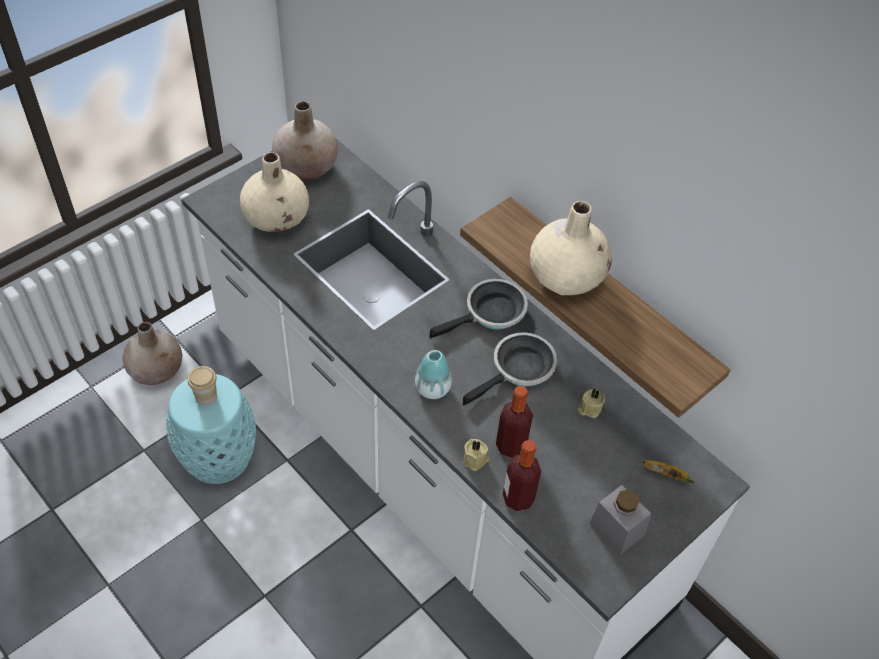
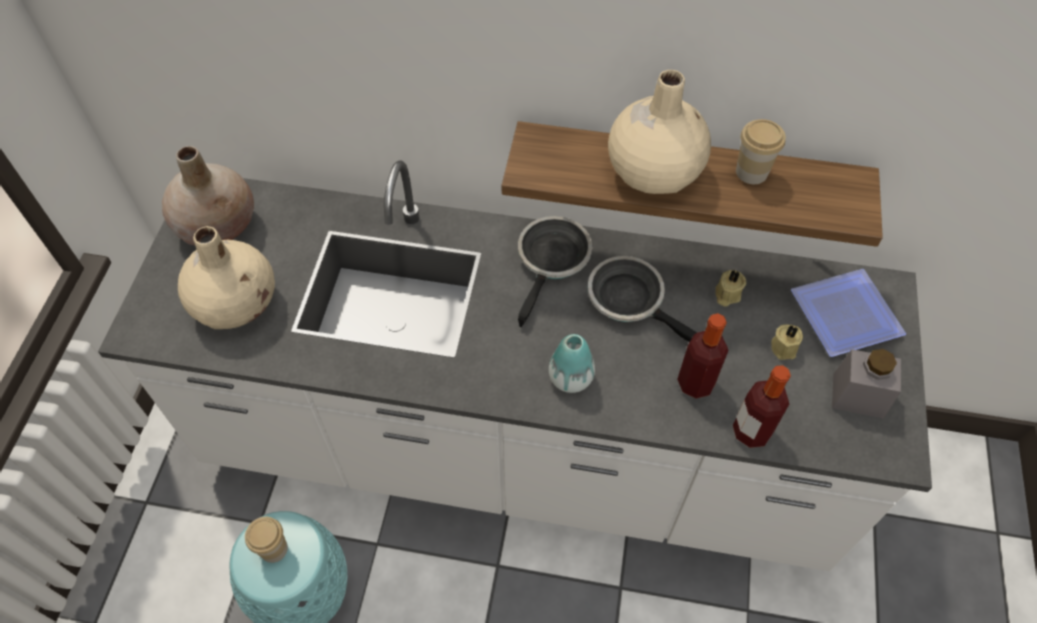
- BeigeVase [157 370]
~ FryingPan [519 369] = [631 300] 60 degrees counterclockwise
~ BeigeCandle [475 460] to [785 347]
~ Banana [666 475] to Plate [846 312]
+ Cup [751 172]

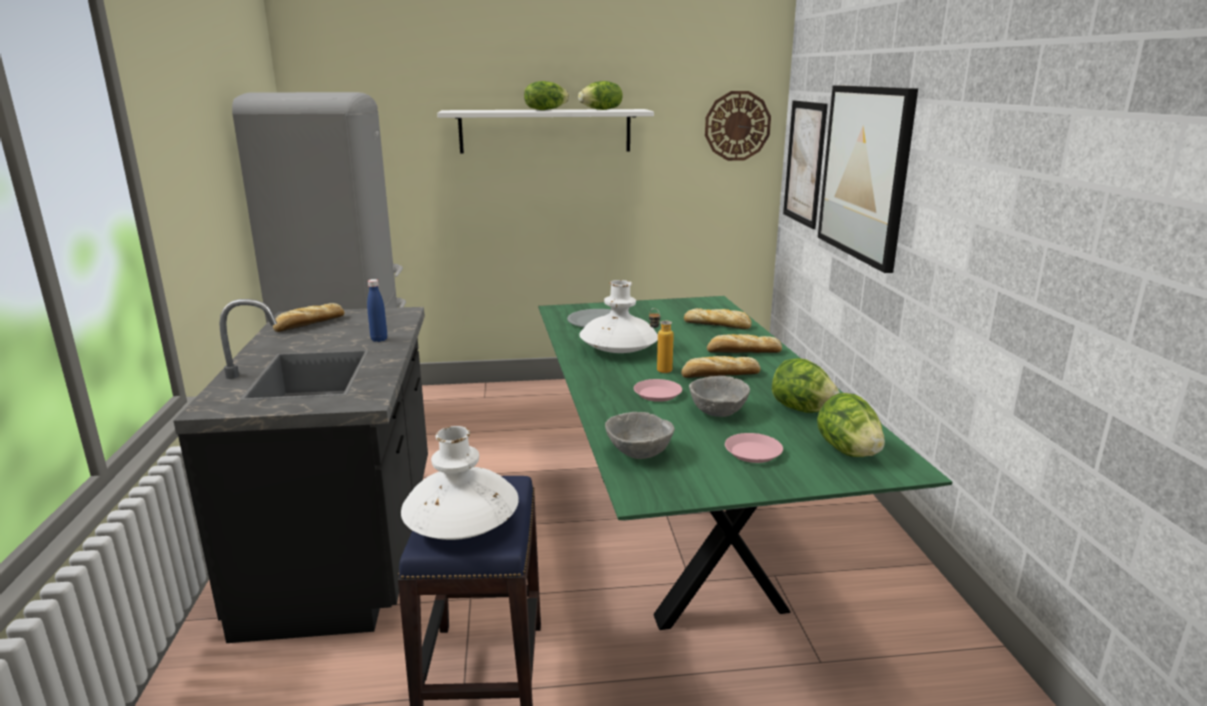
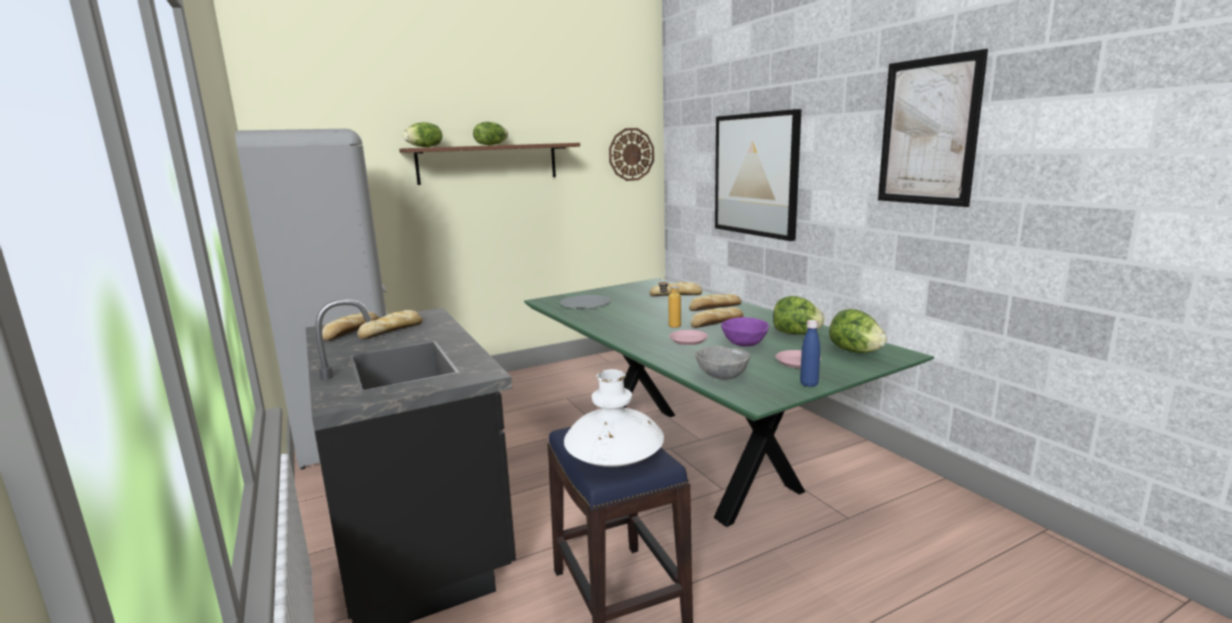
~ BlueBottle [379 339] to [809 384]
~ WhiteShelf [545 131] to BrownShelf [488 163]
~ Lettuce [601 110] to [425 147]
- WhiteVase [618 350]
~ GreyBowl [718 412] to PurpleBowl [744 344]
~ Picture [805 163] to [928 132]
+ Bread [392 330]

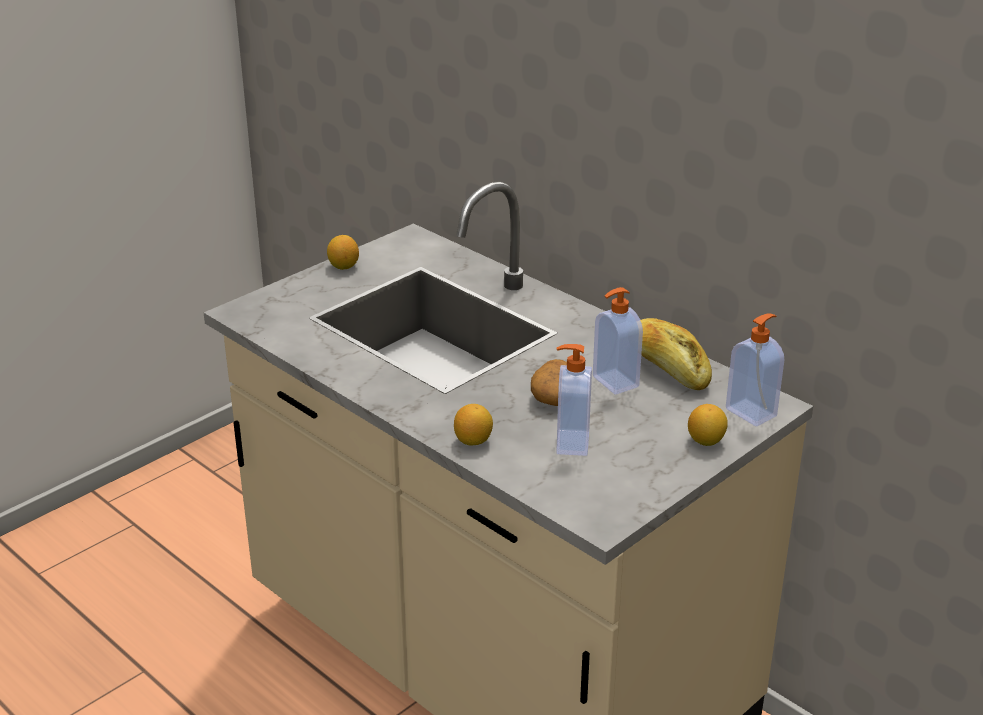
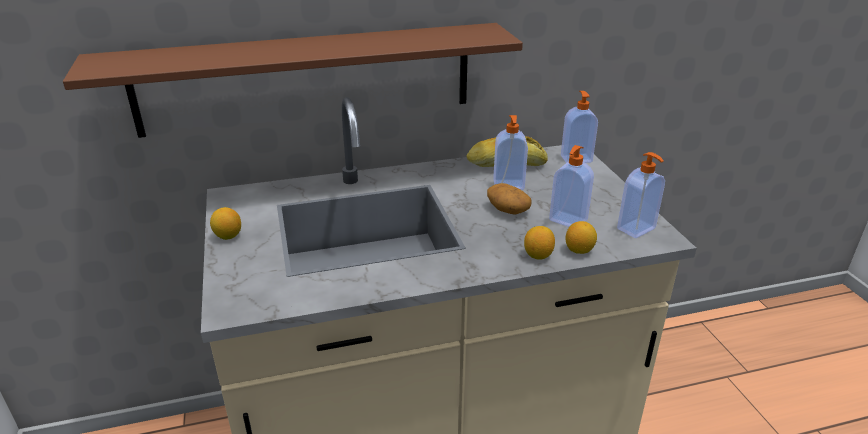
~ Lemon [706 441] to [579 250]
+ BrownShelf [307 79]
+ SoapDispenser [637 229]

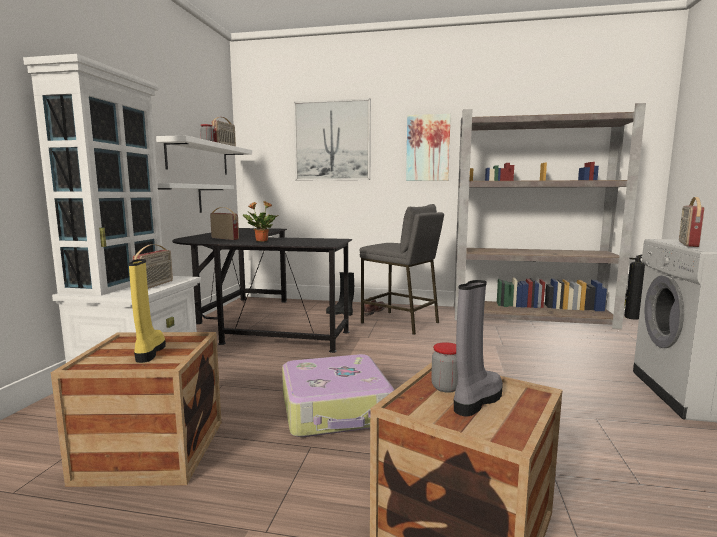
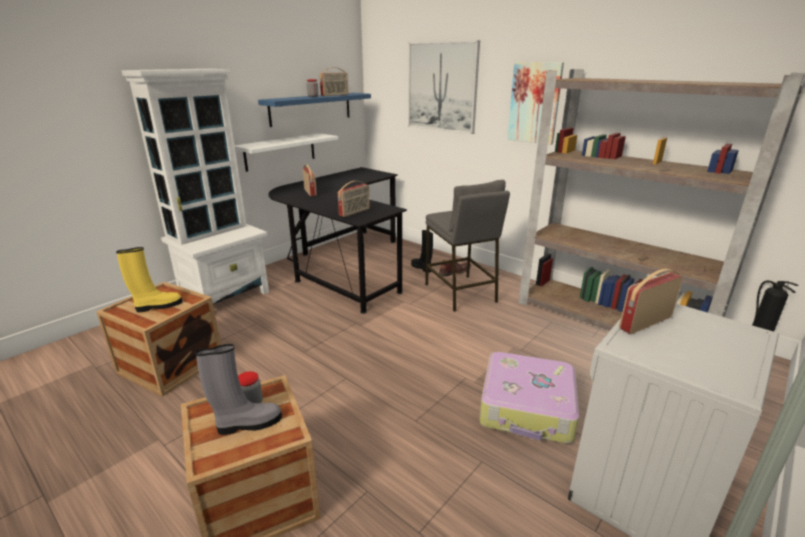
~ YellowBoot [149 352] = [158 306] 45 degrees clockwise
~ Radio [155 285] to [355 212]
~ WhiteShelf [198 158] to BlueShelf [311 109]
- PottedPlant [261 241]
~ Suitcase [336 409] to [527 408]

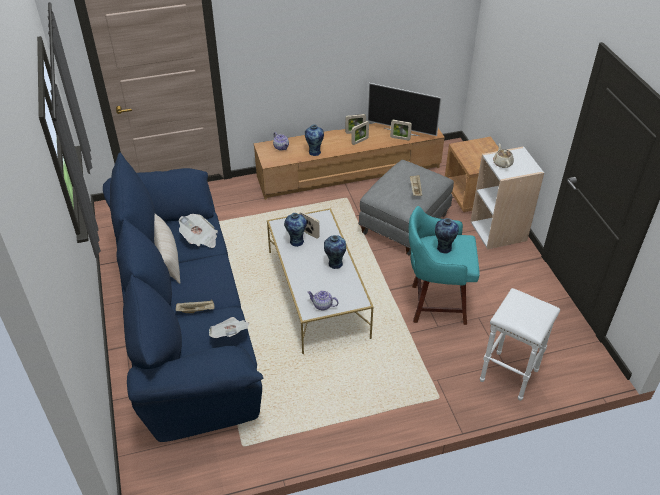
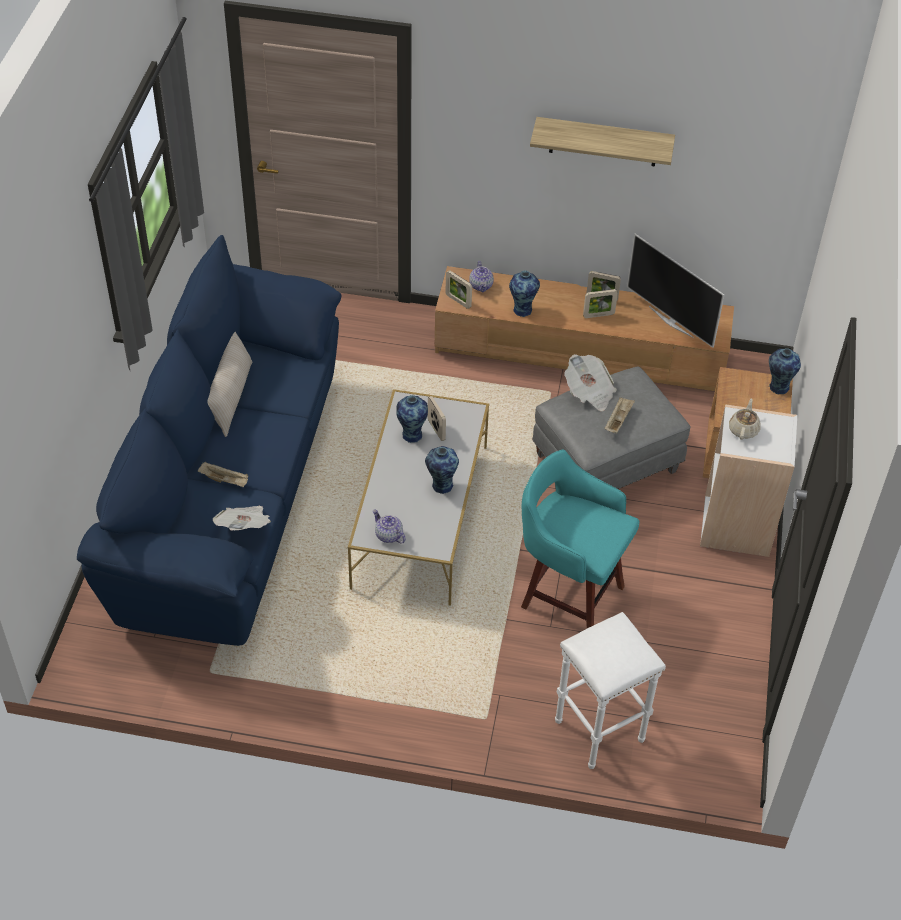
~ Newspaper [200 239] to [589 392]
~ PictureFrame [400 138] to [458 301]
~ Vase [443 248] to [778 387]
+ Shelf [603 142]

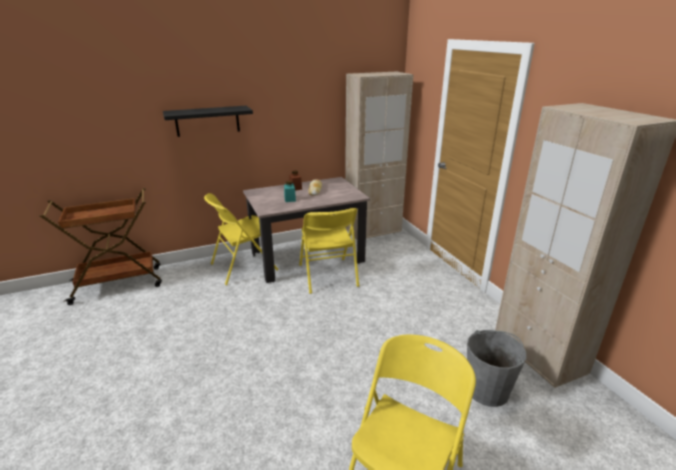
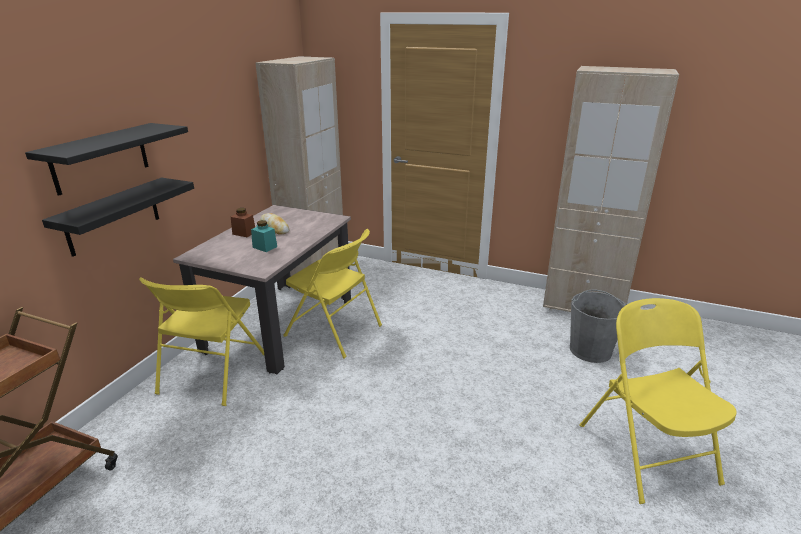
+ BlackShelf [113 216]

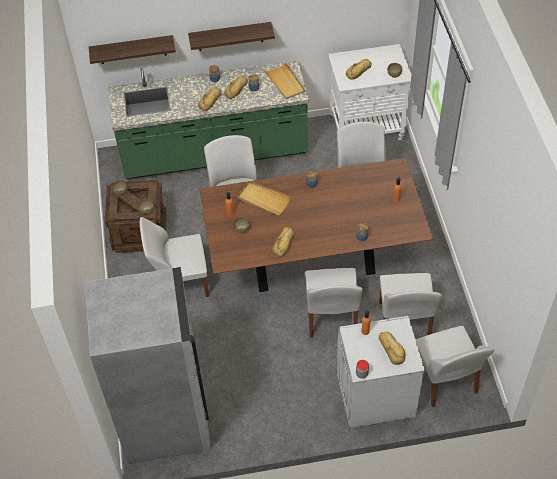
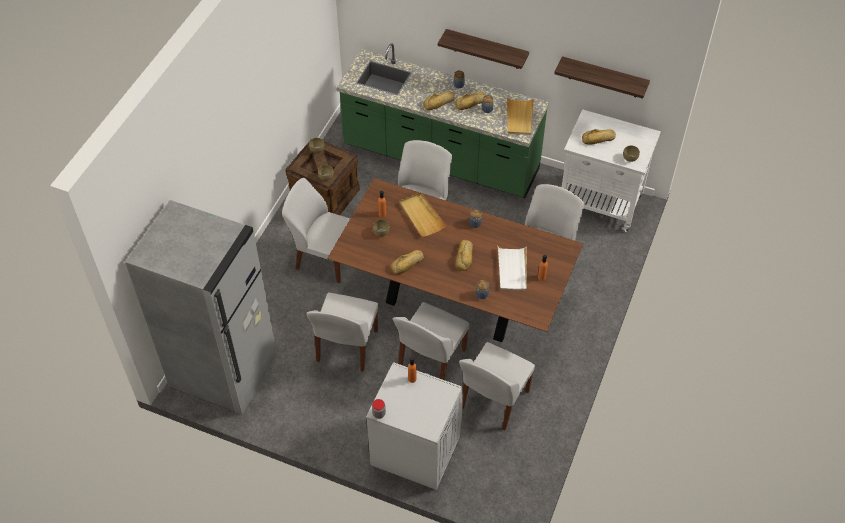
~ Shelf [132 49] to [603 77]
~ Bread [392 349] to [465 257]
~ WhiteChair [445 380] to [346 347]
+ WhiteTray [512 270]

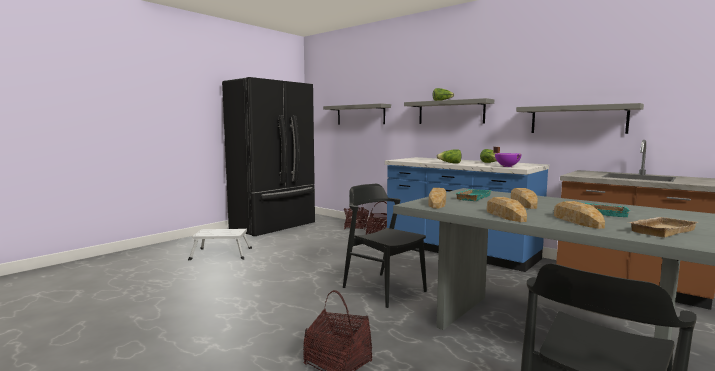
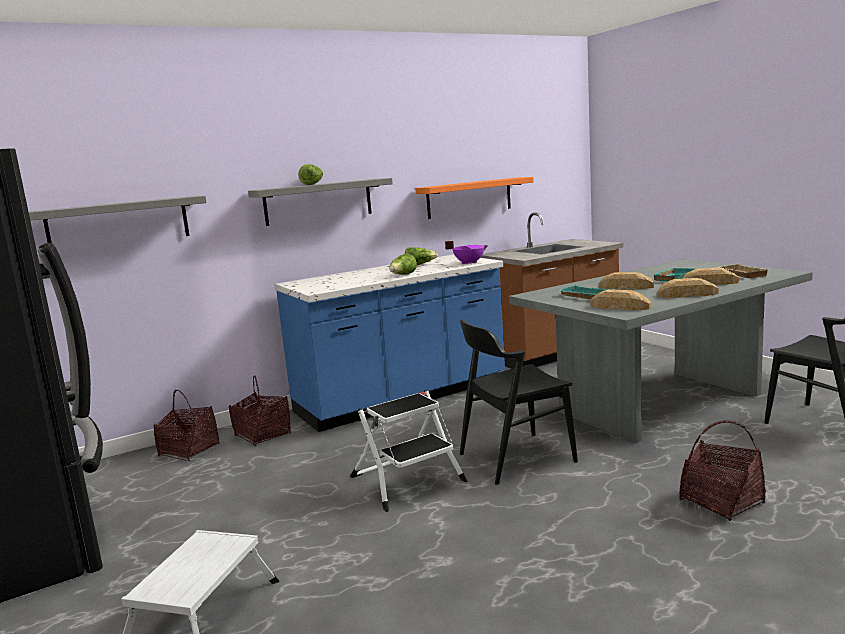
~ GreyShelf [577 119] to OrangeShelf [469 198]
+ StepLadder [406 480]

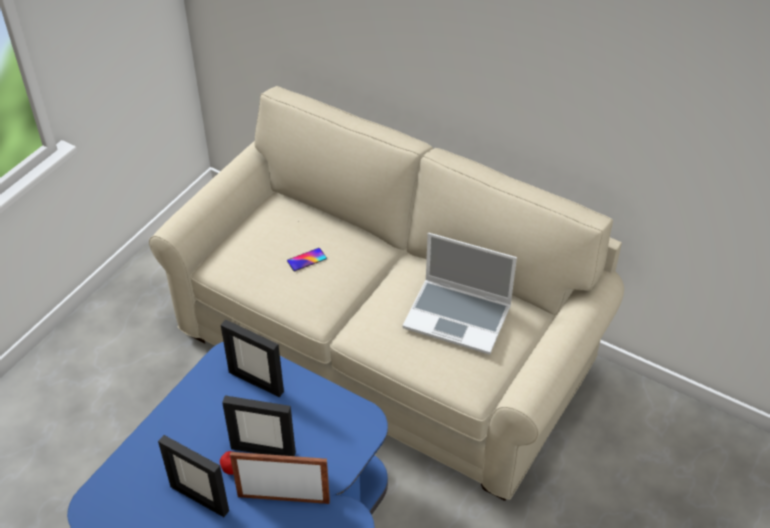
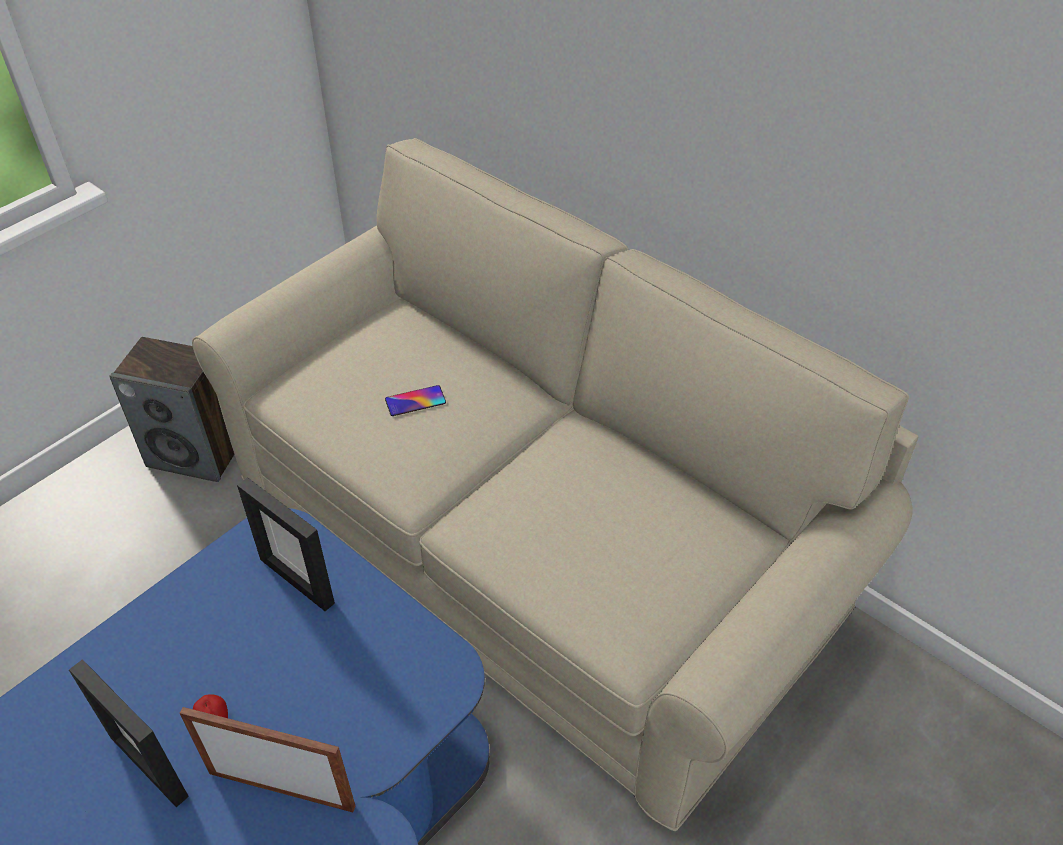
- PictureFrame [263 449]
- Laptop [459 317]
+ Speaker [196 453]

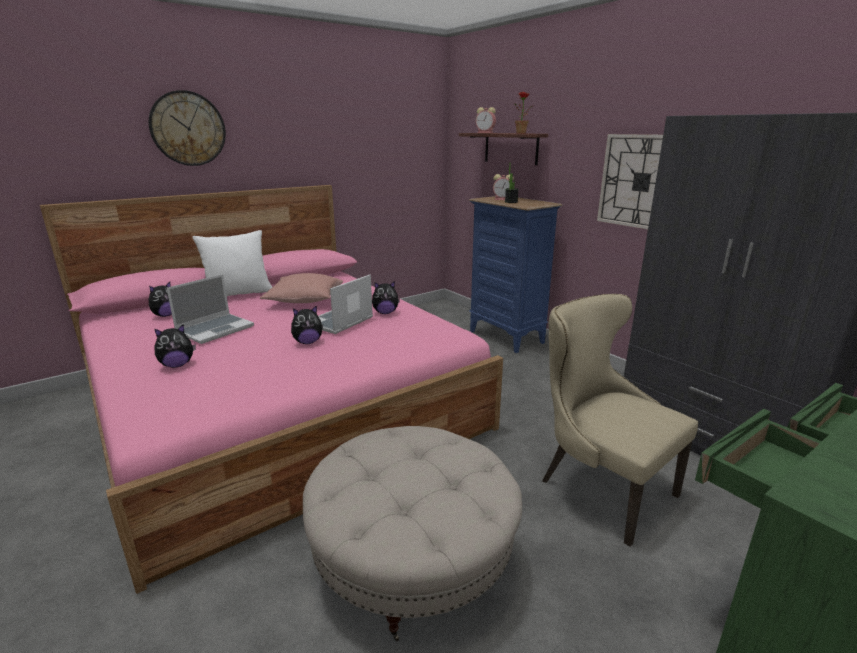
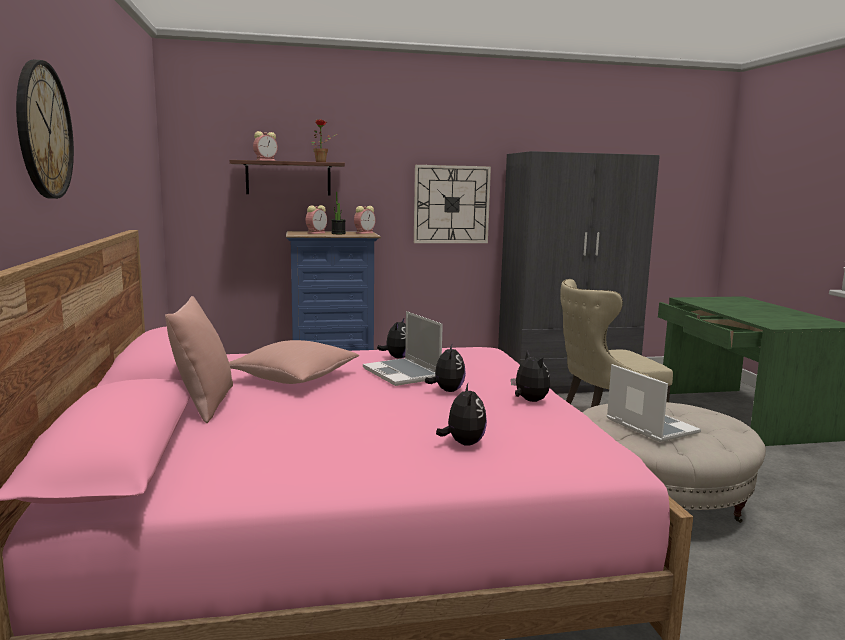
~ PlushToy [165 315] to [529 401]
~ Laptop [215 329] to [649 426]
~ WhitePillow [239 295] to PinkPillow [203 404]
+ AlarmClock [365 233]

